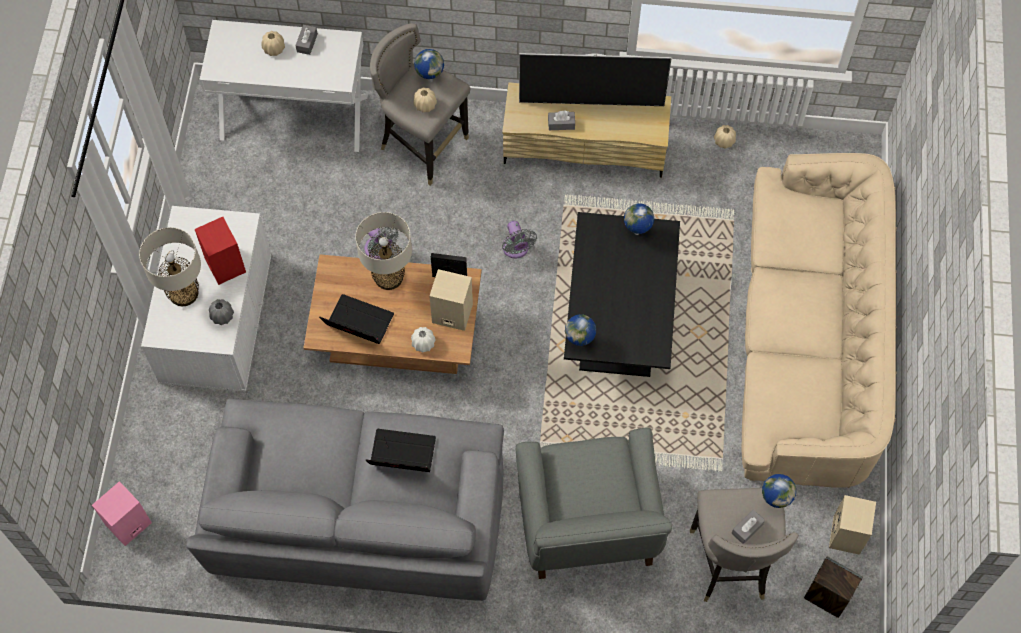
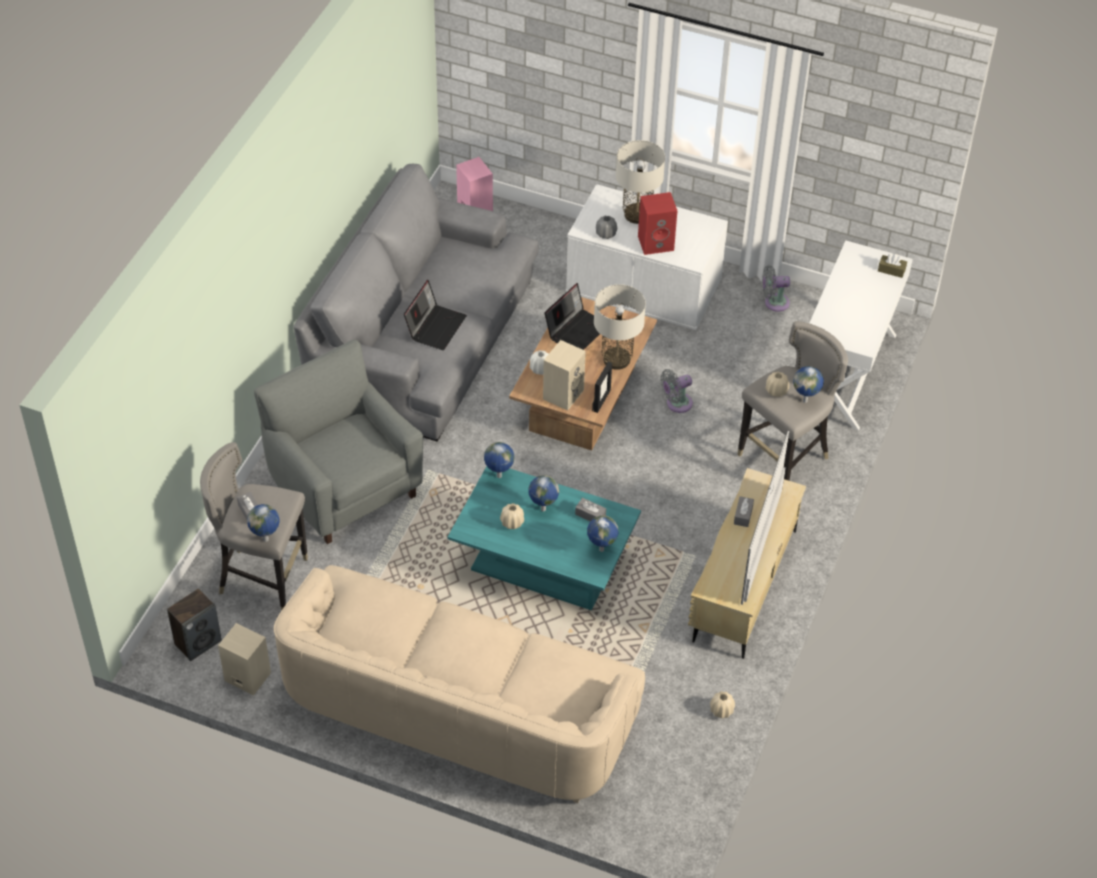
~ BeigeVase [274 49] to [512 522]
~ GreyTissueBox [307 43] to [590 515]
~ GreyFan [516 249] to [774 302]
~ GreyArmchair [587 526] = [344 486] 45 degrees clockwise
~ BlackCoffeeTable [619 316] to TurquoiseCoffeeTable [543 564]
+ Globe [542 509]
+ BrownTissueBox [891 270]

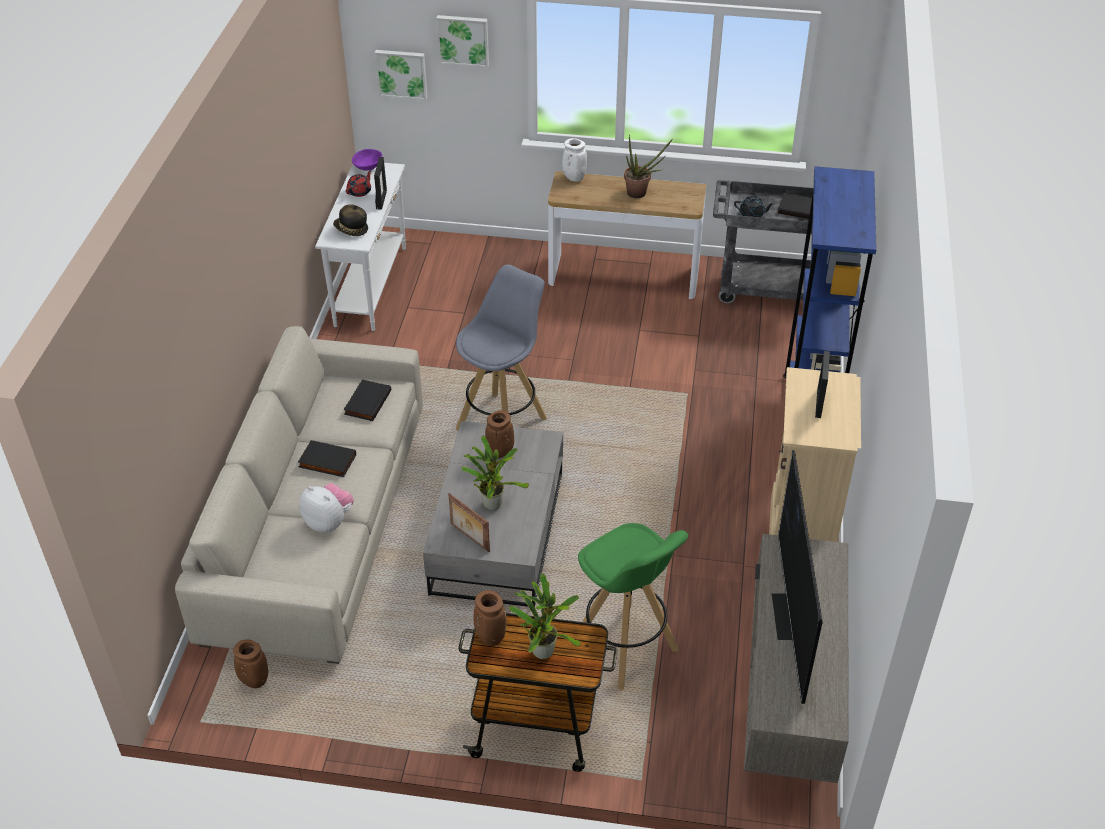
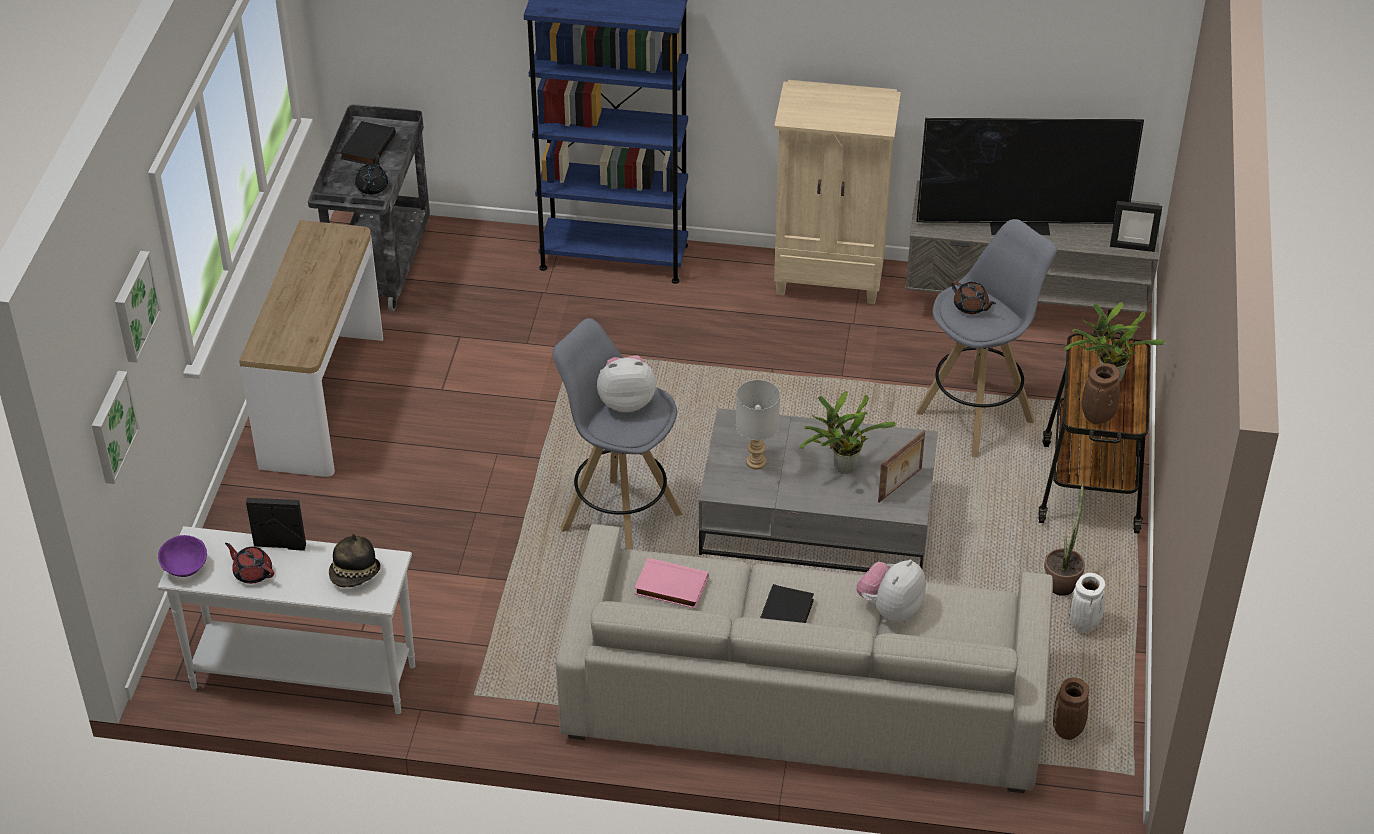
~ BlackBook [367 402] to PinkBook [670 587]
~ BrownVase [500 453] to GreyTableLamp [757 462]
~ WhiteVase [573 178] to [1084 626]
~ GreenStool [626 648] to GreyStool [978 416]
~ PottedPlant [641 194] to [1062 581]
~ PictureFrame [820 403] to [1132 246]
+ PlushToy [626 401]
+ BrownTeapot [971 307]

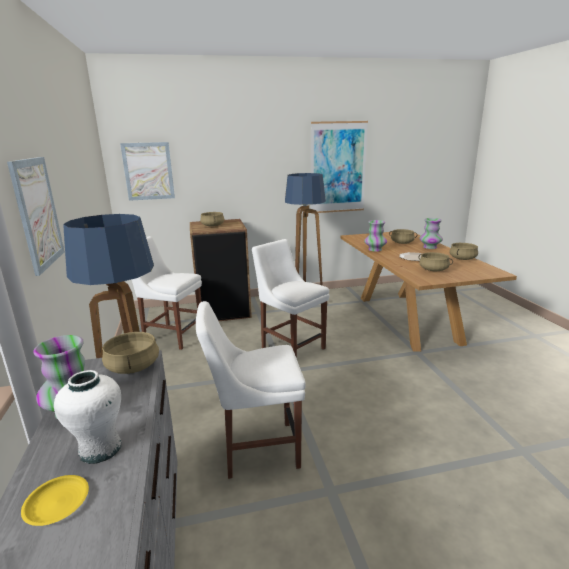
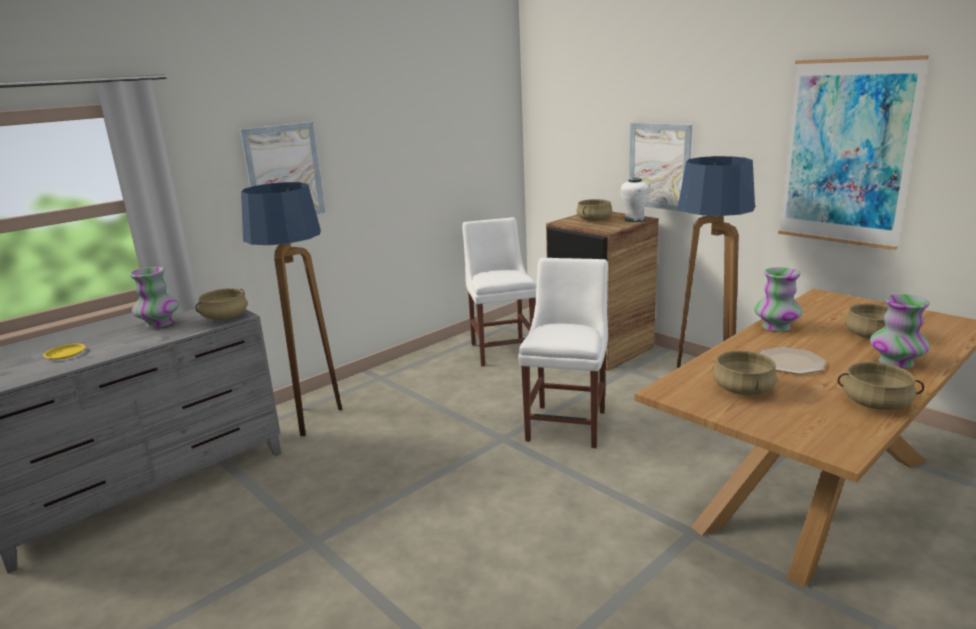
~ WhiteVase [100 449] to [634 220]
~ Picture [148 171] to [659 166]
- WhiteChair [256 449]

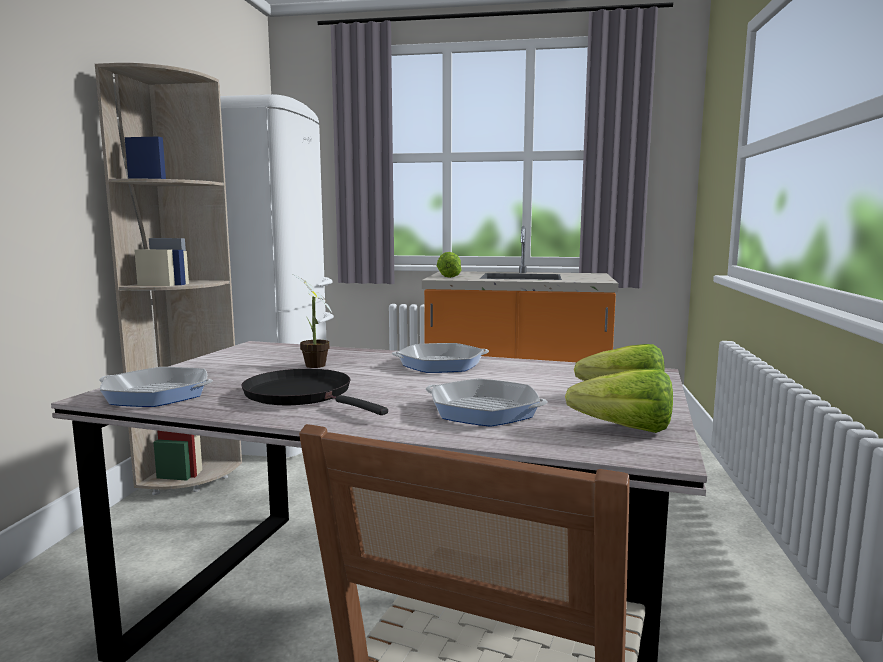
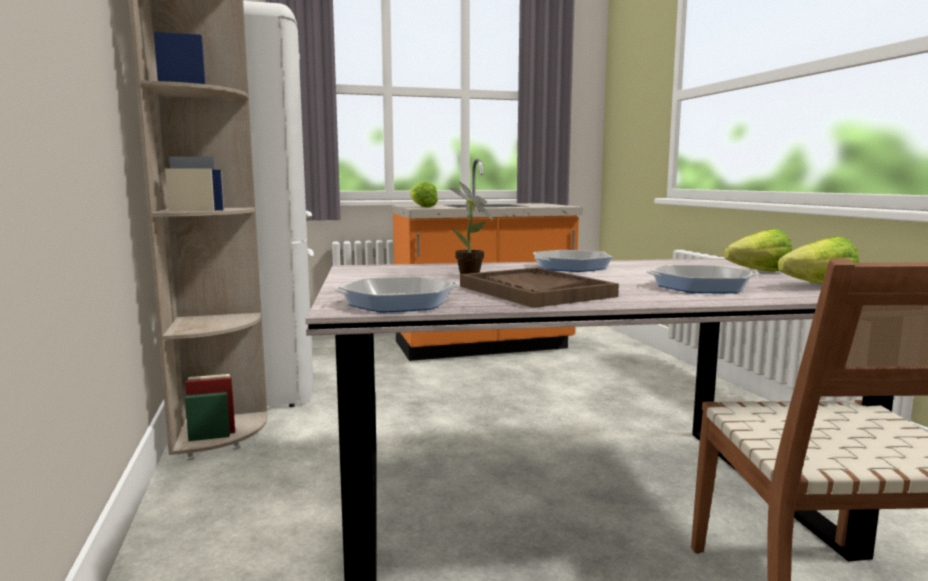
~ BlackFryingPan [303 395] to BrownTray [534 291]

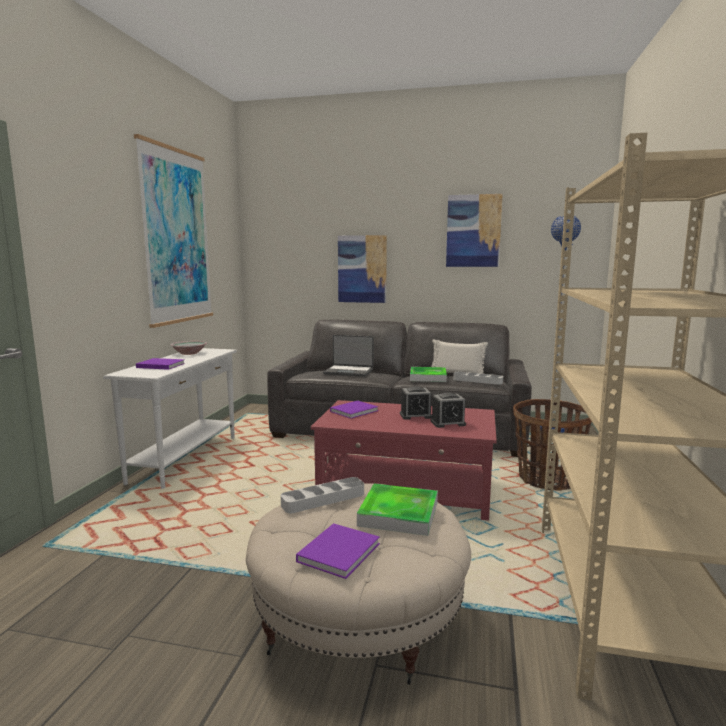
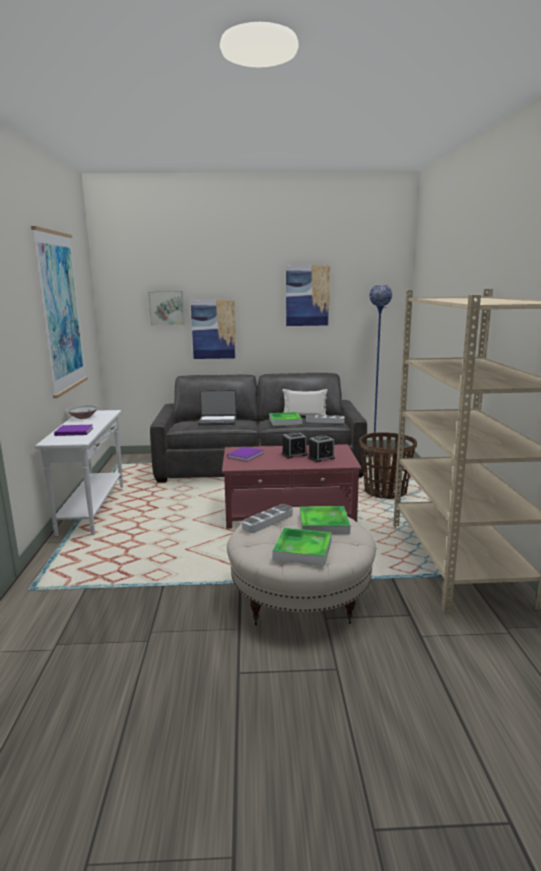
~ PurpleBook [340 551] to Tray [303 550]
+ Picture [166 308]

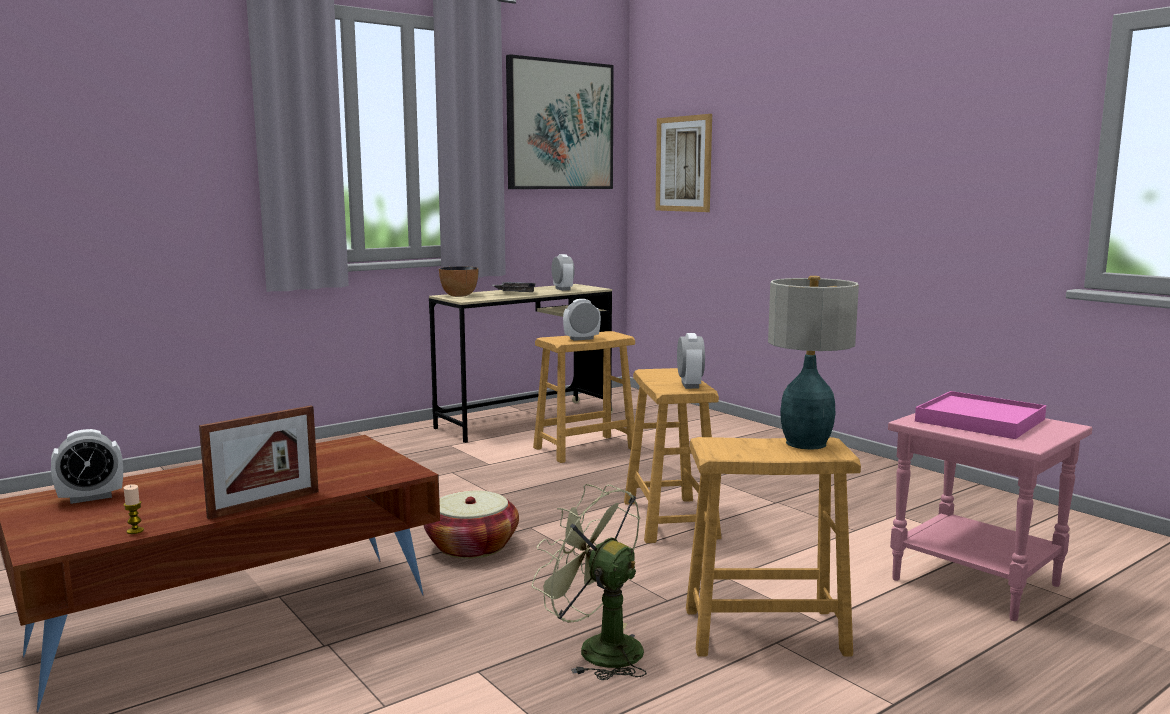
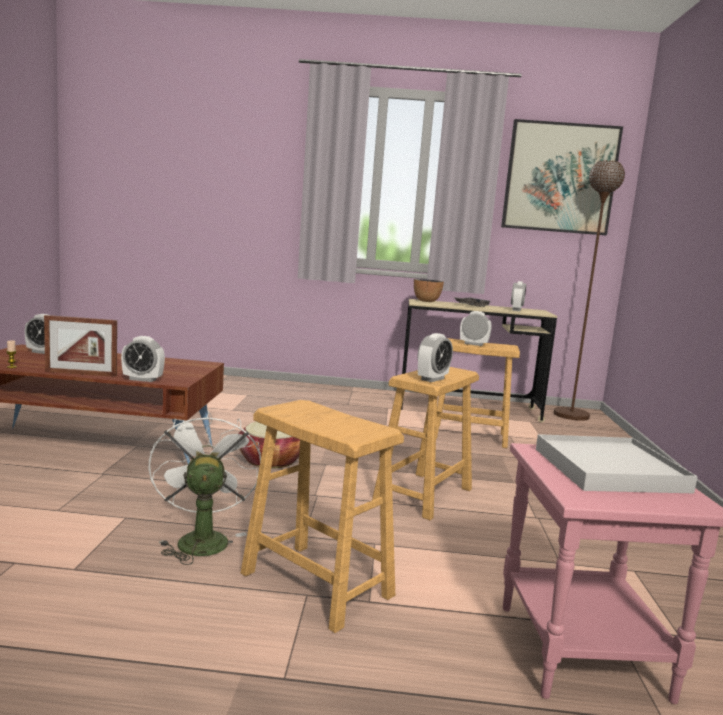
~ GreenFan [597 649] to WhiteFan [201 539]
- Picture [683 164]
- TableLamp [806 444]
~ PinkTray [979 420] to WhiteTray [609 469]
+ AlarmClock [143 379]
+ BrownFloorLamp [571 415]

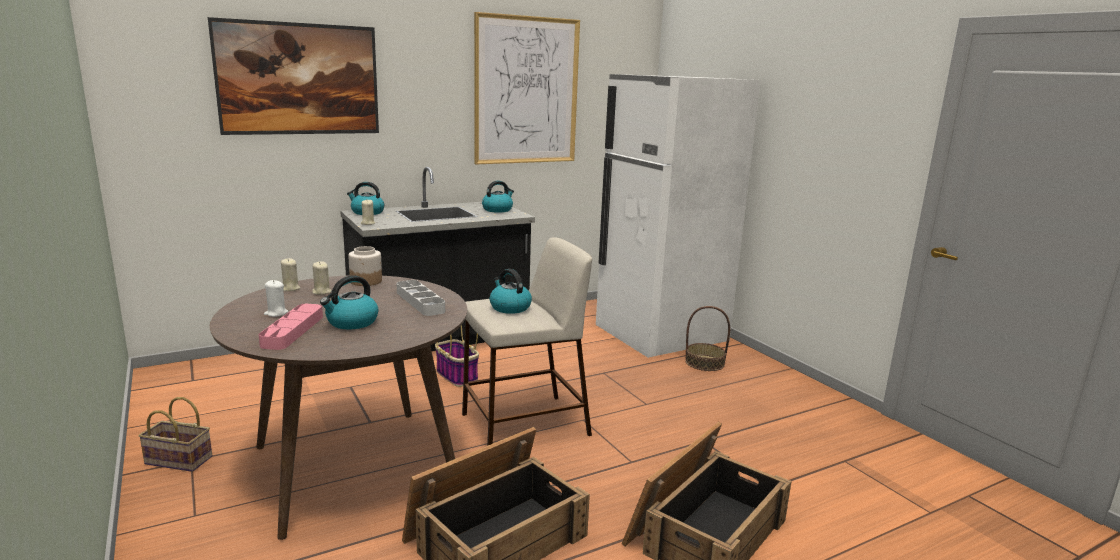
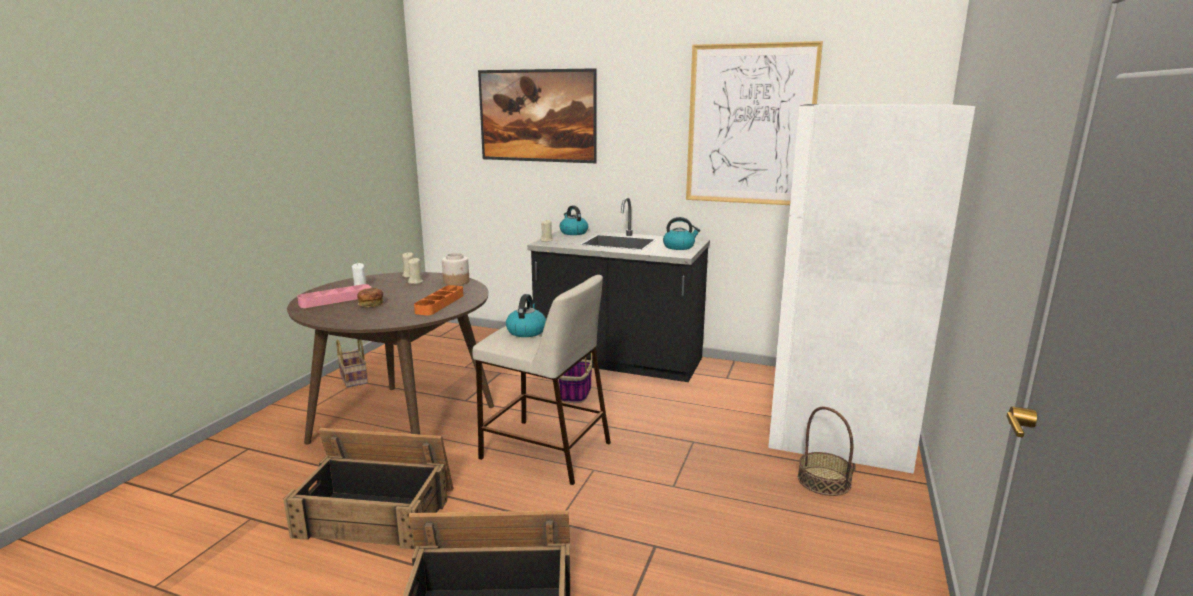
~ Kettle [351 322] to Bread [371 304]
~ GreyTray [420 302] to OrangeTray [440 304]

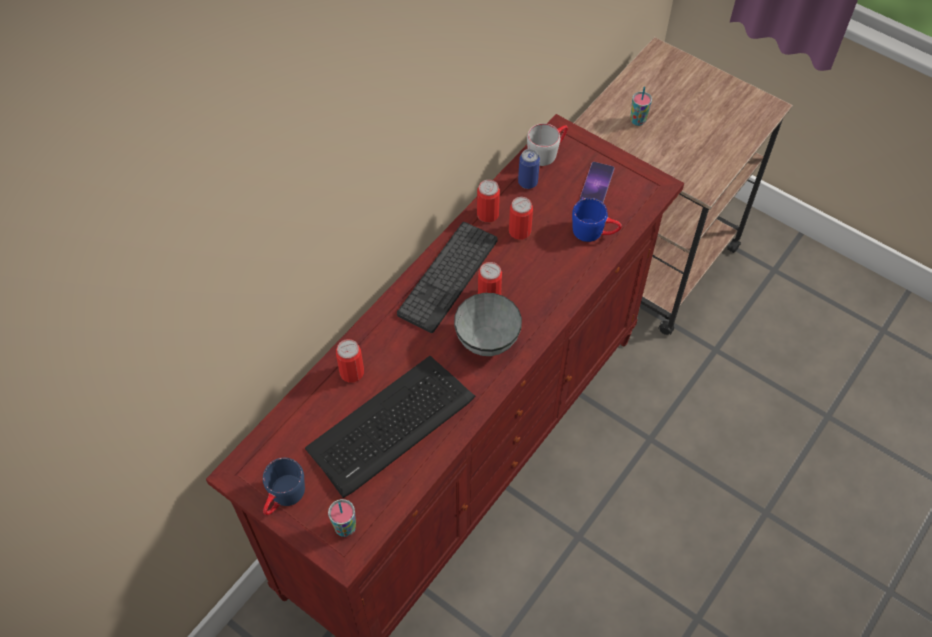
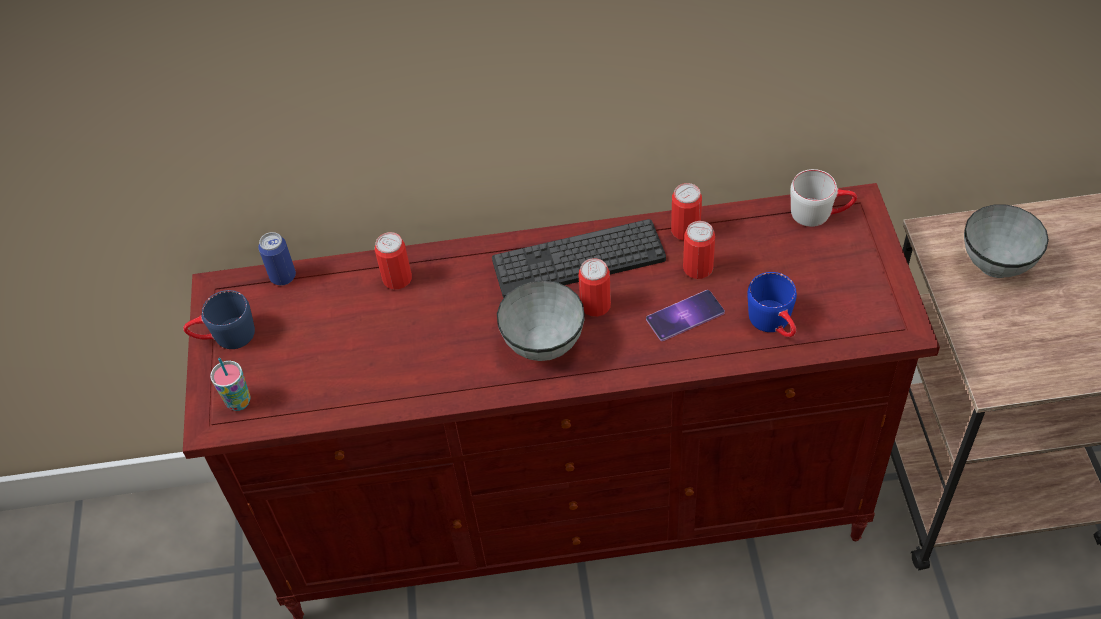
- Keyboard [391 425]
~ Can [527 182] to [283 277]
~ Phone [597 184] to [685 315]
~ Cup [637 120] to GreyBowl [996 263]

